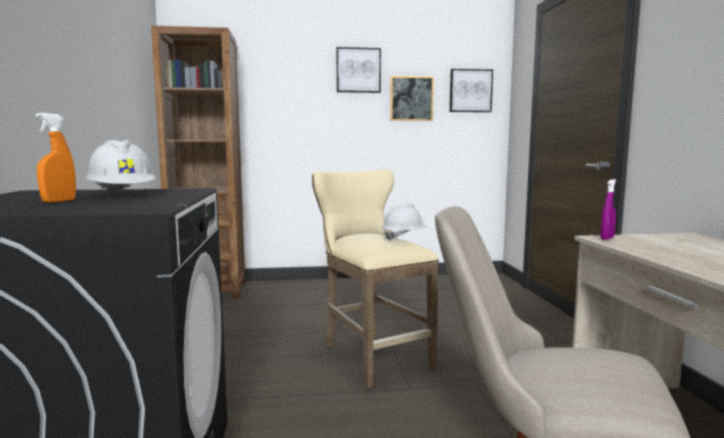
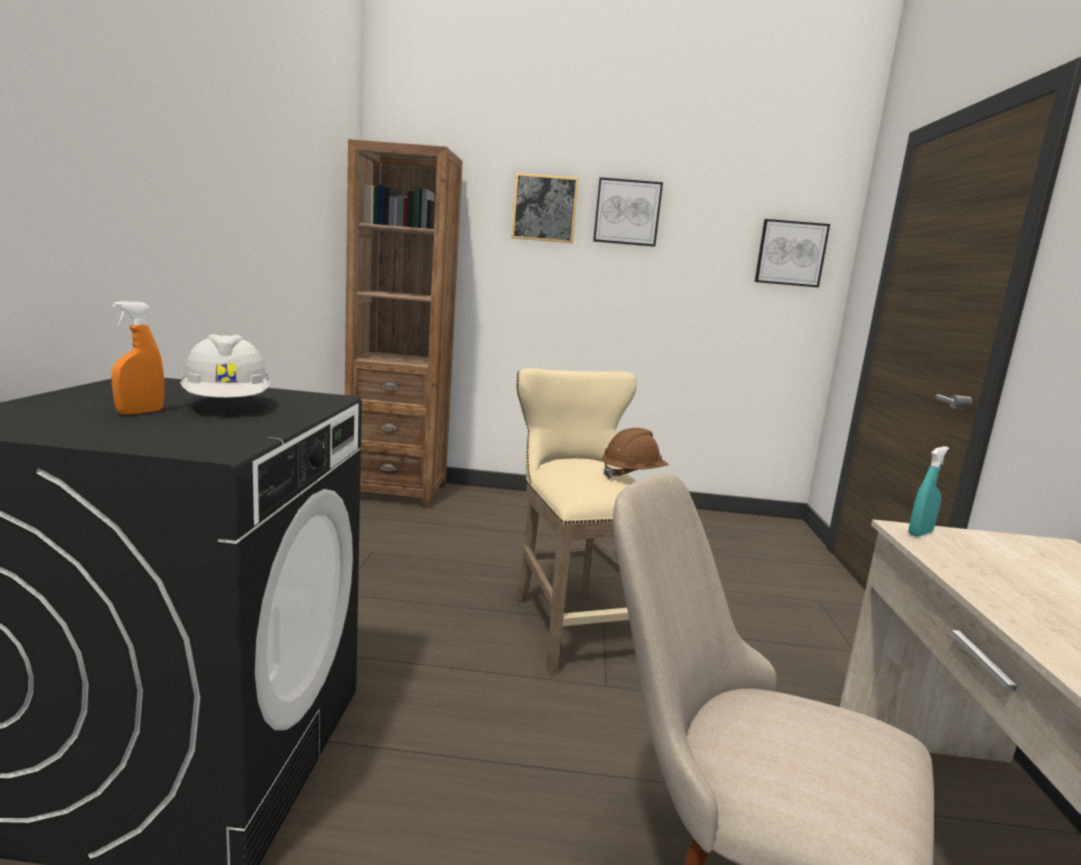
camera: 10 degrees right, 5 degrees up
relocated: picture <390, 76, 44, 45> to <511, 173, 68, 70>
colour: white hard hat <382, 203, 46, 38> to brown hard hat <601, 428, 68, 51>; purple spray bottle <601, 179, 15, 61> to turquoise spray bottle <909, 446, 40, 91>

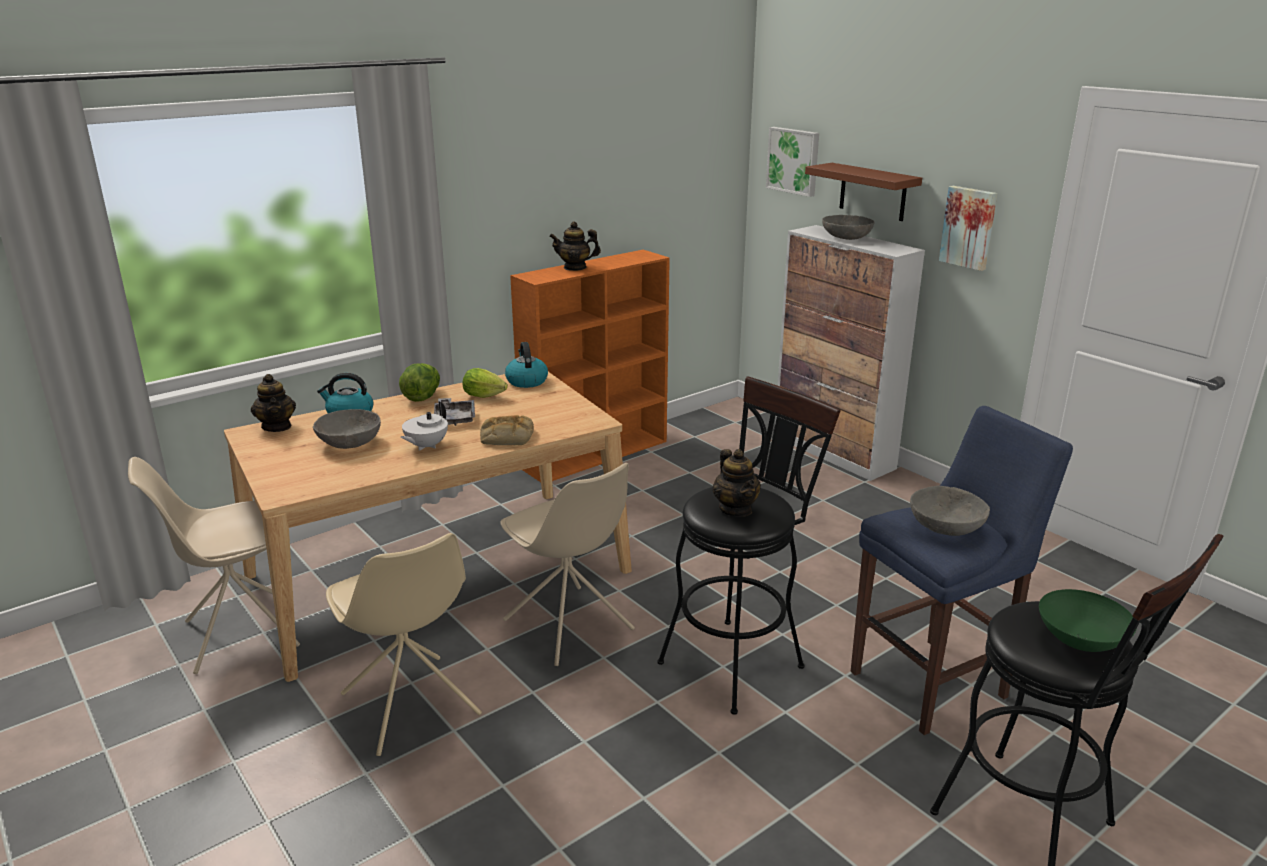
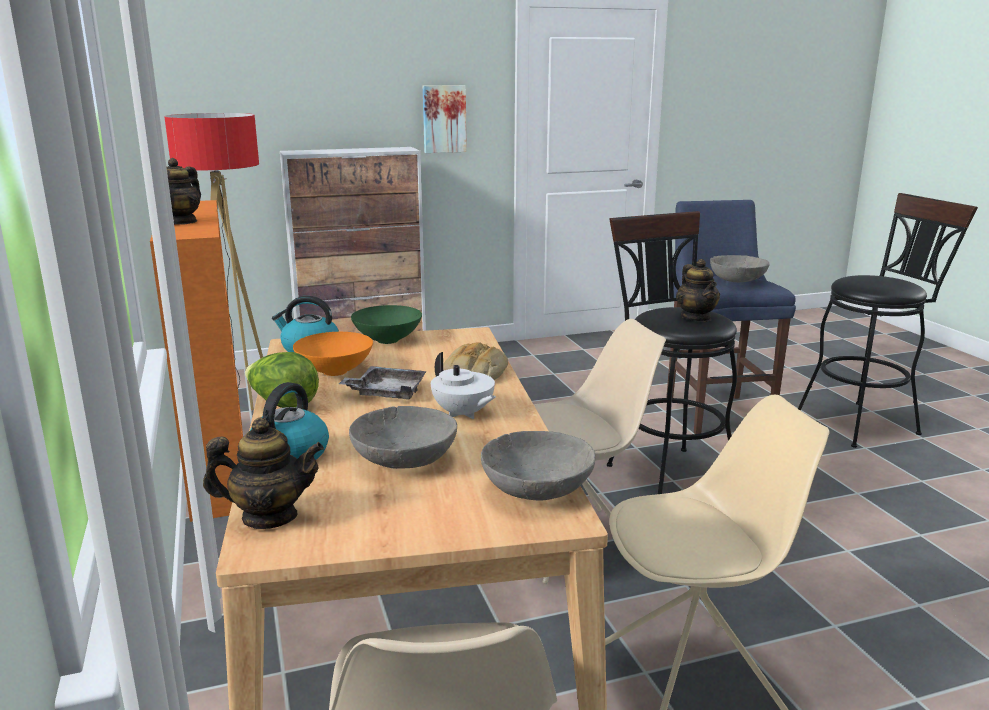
camera: 70 degrees left, 5 degrees down
missing: picture <766, 127, 53, 70>; brown shelf <805, 163, 117, 58>
appeared: floor lamp <164, 113, 99, 298>
relocated: grey bowl <822, 215, 52, 25> to <481, 431, 114, 70>; green bowl <1039, 589, 98, 63> to <351, 305, 71, 39>
exchanged: lettuce <463, 368, 45, 30> to orange bowl <293, 332, 80, 44>
spun: teapot <712, 449, 49, 68> = <676, 259, 44, 63> 75 degrees clockwise

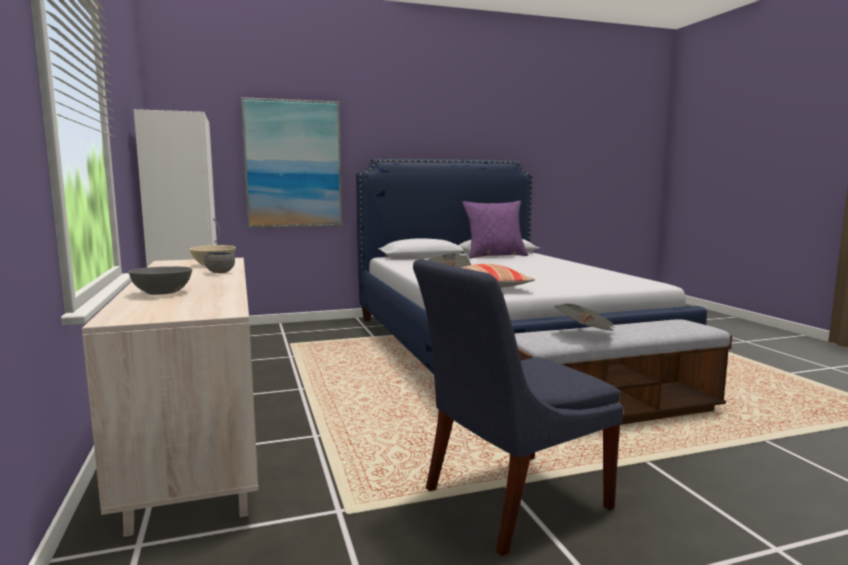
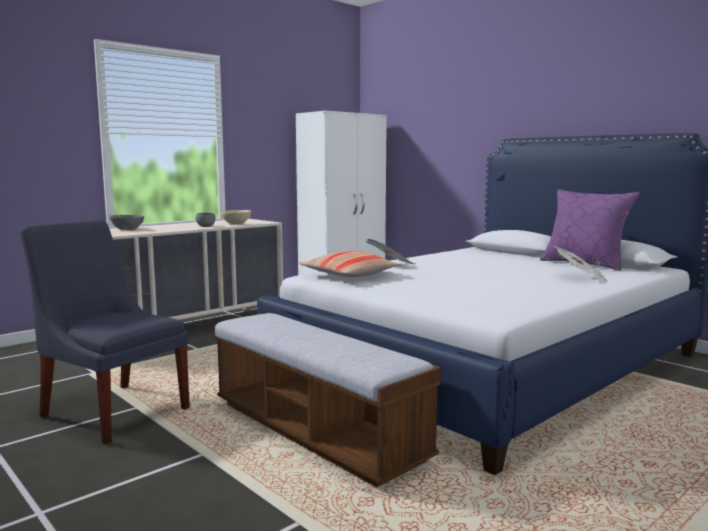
camera: 65 degrees right, 0 degrees up
missing: picture <241, 97, 101, 131>
relocated: newspaper <554, 304, 61, 27> to <552, 245, 56, 36>

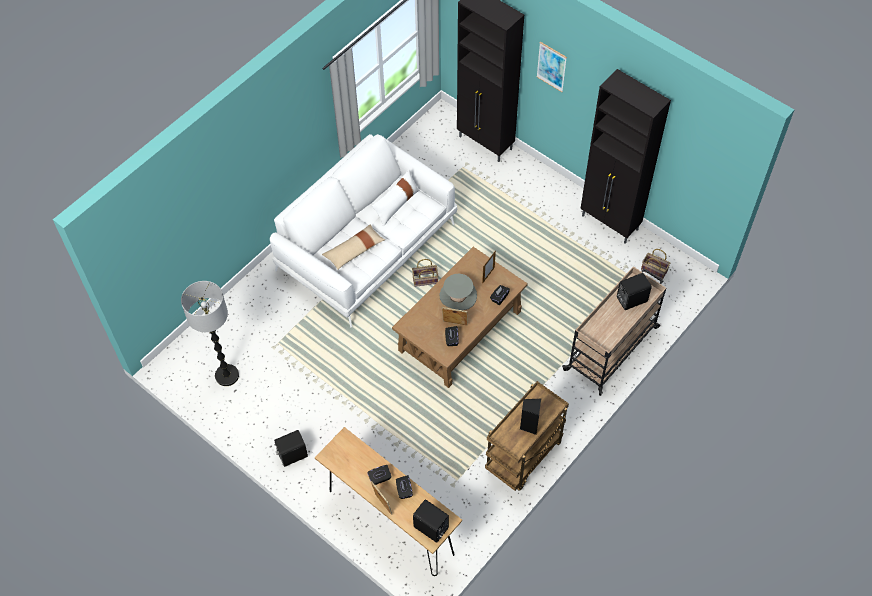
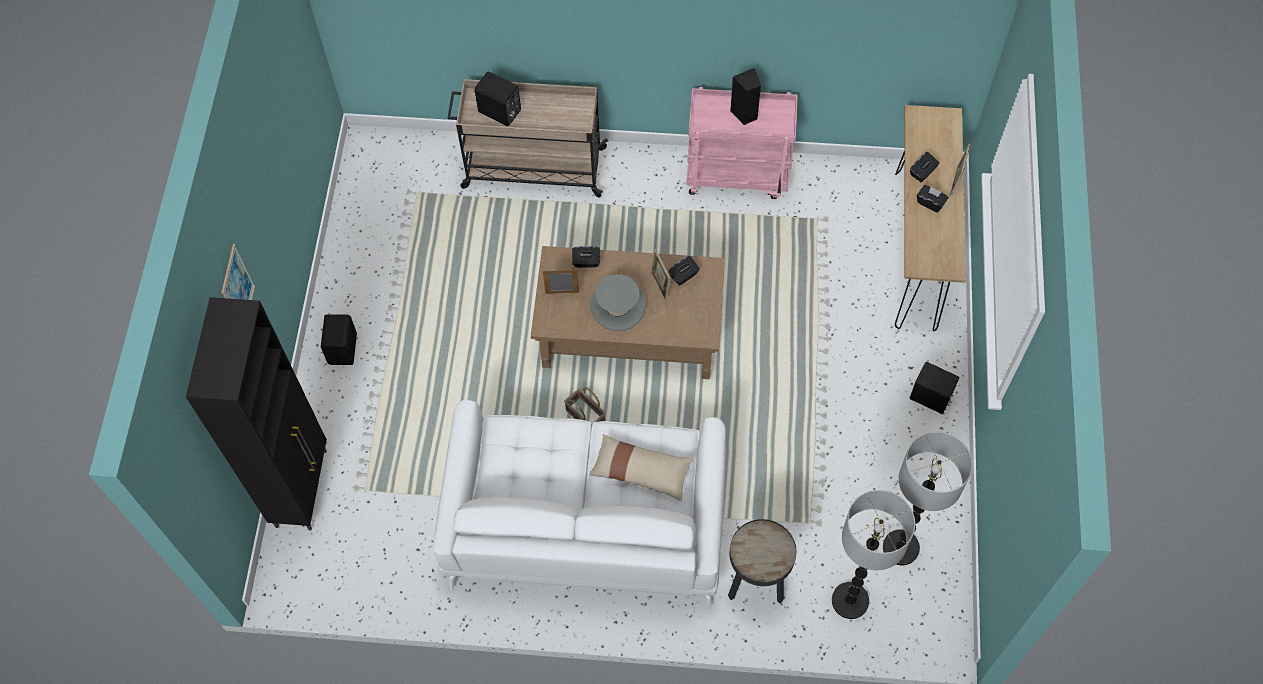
camera: 125 degrees left, 5 degrees up
missing: white pillow <372, 169, 47, 58>; black cabinet <580, 69, 91, 175>; basket <641, 249, 29, 31>
appeared: black side table <728, 519, 68, 85>; floor lamp <832, 490, 83, 129>
relocated: black speaker <413, 500, 36, 43> to <321, 314, 36, 51>
colour: brown cart <485, 381, 84, 110> to pink cart <687, 87, 111, 112>

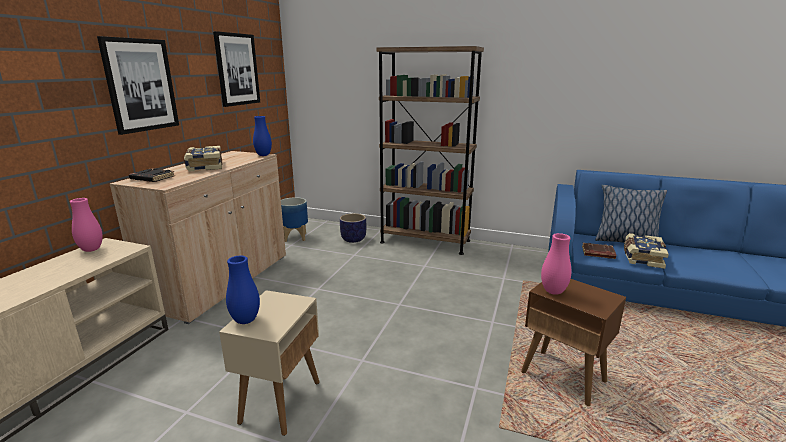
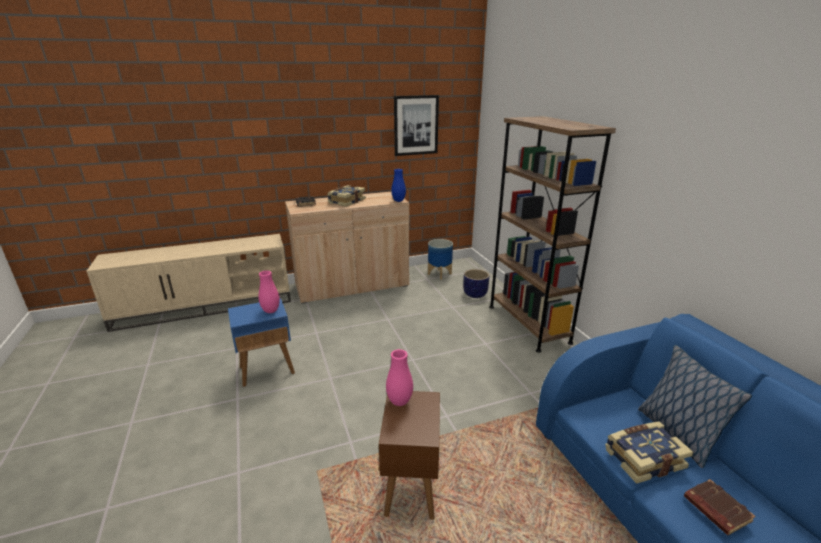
camera: 50 degrees right, 5 degrees up
missing: picture <97, 36, 82, 99>; blue vase <226, 256, 34, 68>
relocated: pink vase <70, 198, 33, 54> to <259, 271, 21, 42>; brown book <582, 243, 34, 16> to <684, 479, 72, 56>
colour: beige side table <219, 290, 101, 146> to blue side table <228, 298, 67, 89>

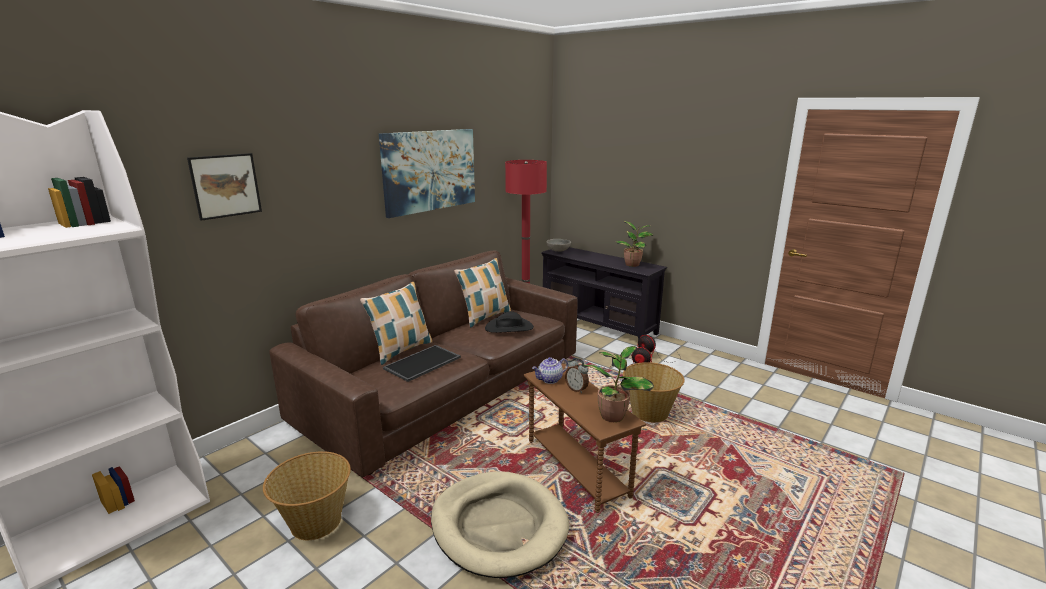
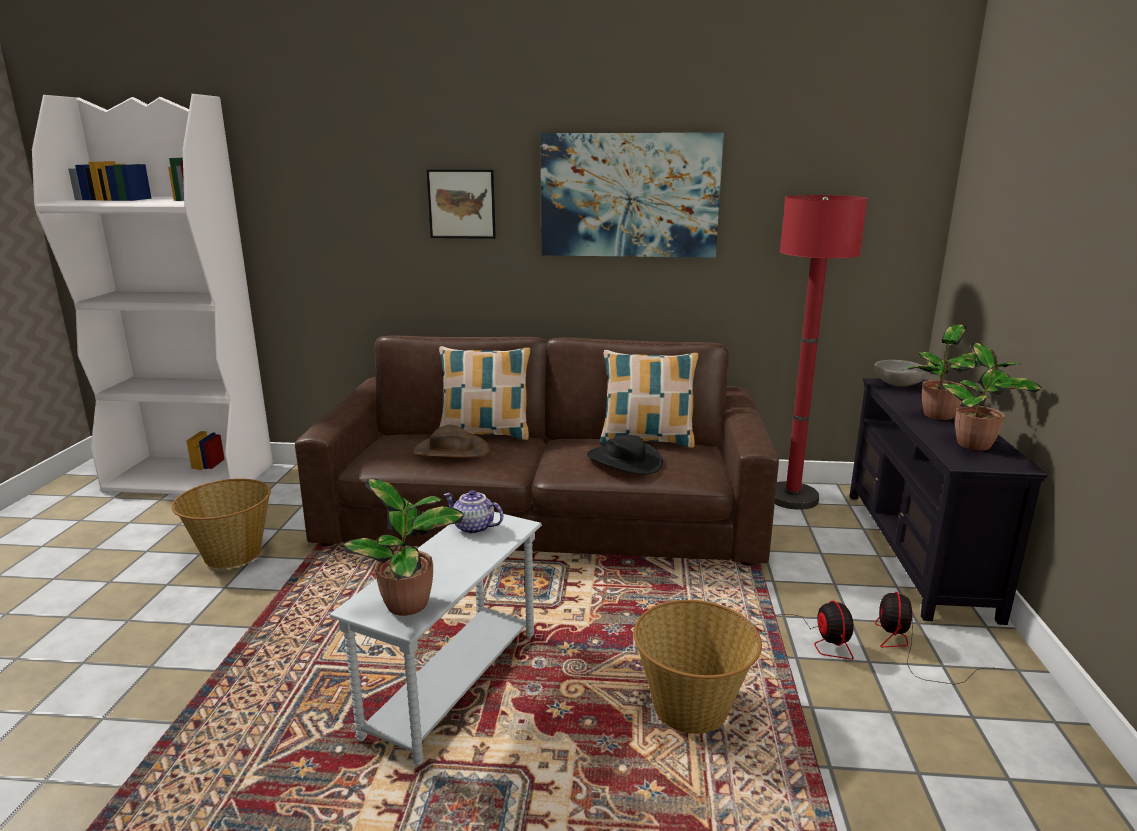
camera: 55 degrees right, 0 degrees up
missing: beige dog bed <431, 471, 138, 107>; alarm clock <565, 358, 24, 35>
appeared: potted plant <902, 324, 79, 96>
relocated: picture <187, 153, 75, 68> to <426, 169, 70, 70>
exchanged: tray <383, 345, 78, 37> to brown hat <412, 425, 79, 33>
colour: brown side table <523, 363, 123, 150> to white side table <329, 512, 213, 253>

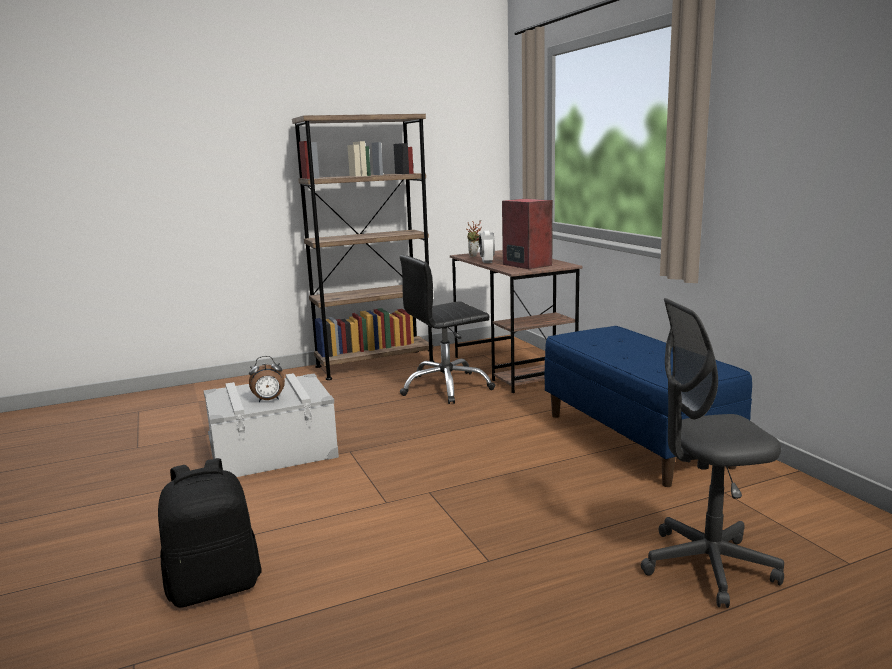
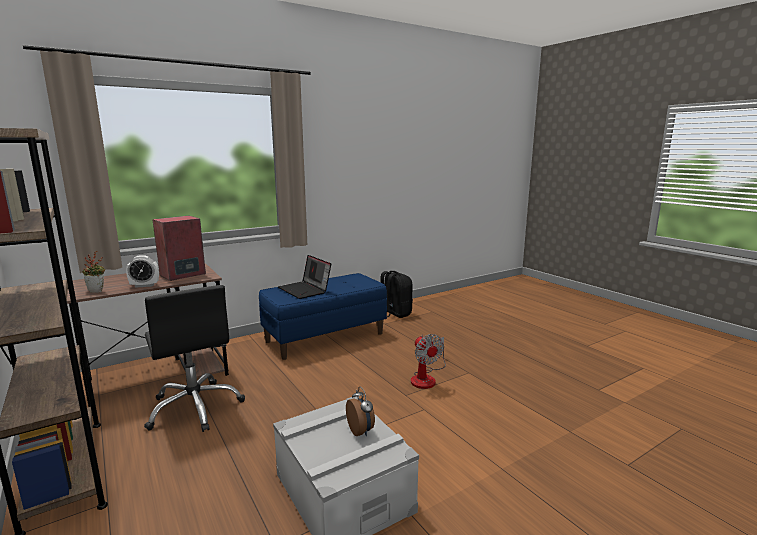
camera: 100 degrees left, 0 degrees up
missing: grey office chair <641, 298, 143, 310>
appeared: laptop <278, 255, 53, 44>; fan <411, 334, 35, 55>
relocated: black backpack <158, 458, 104, 150> to <380, 271, 33, 47>

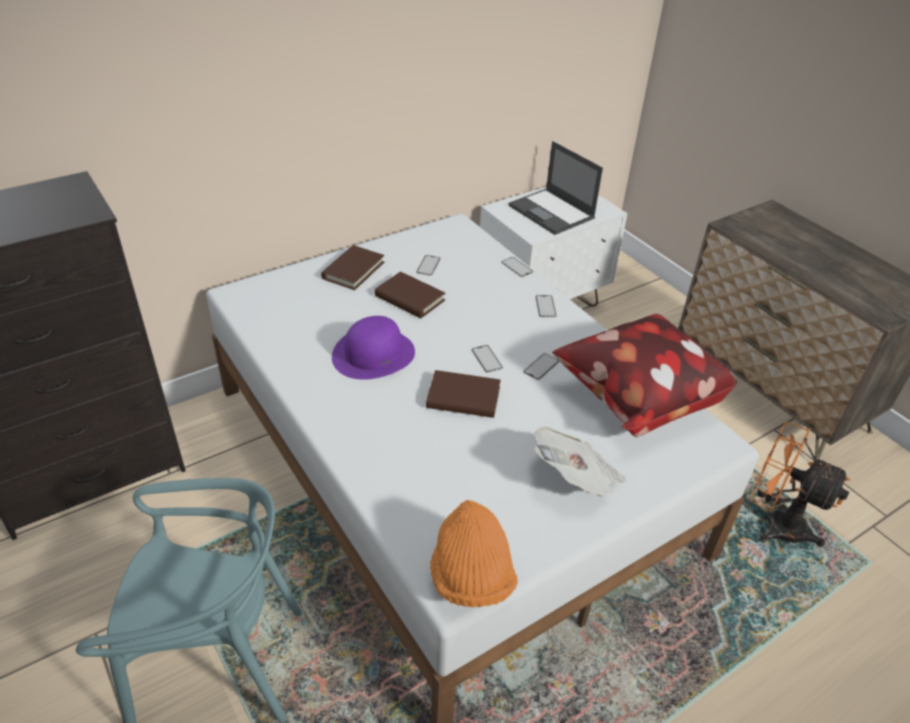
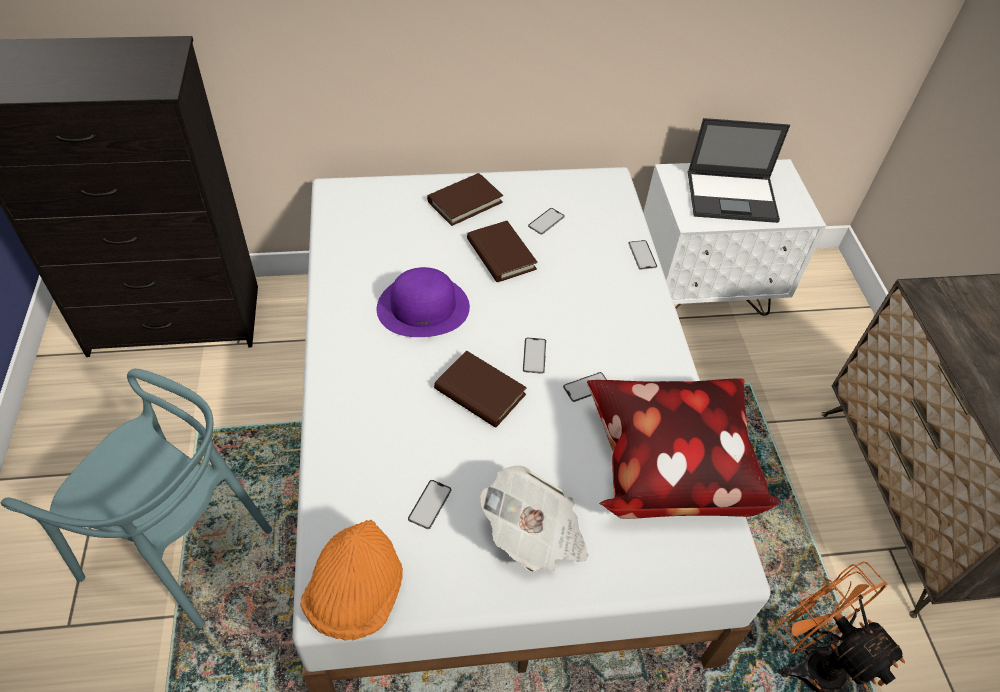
camera: 25 degrees right, 10 degrees up
relocated: phone <535, 295, 22, 22> to <408, 480, 44, 49>
spun: laptop <509, 141, 94, 94> = <688, 118, 102, 105> 75 degrees counterclockwise

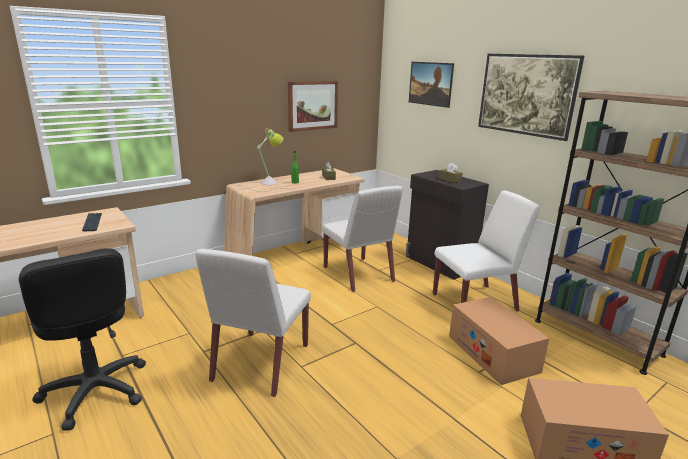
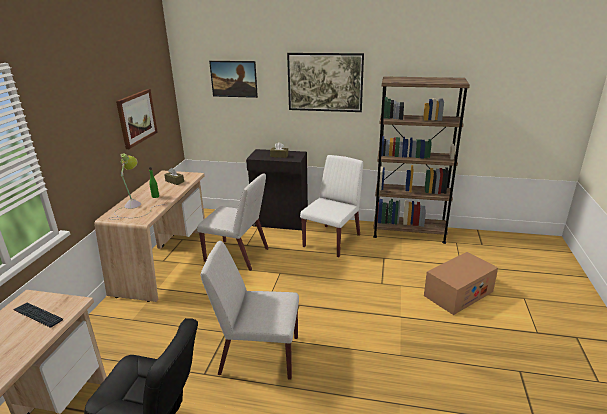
camera: 40 degrees left, 5 degrees up
missing: cardboard box <449, 297, 100, 88>
spun: white chair <196, 249, 115, 148> = <201, 241, 98, 139> 120 degrees clockwise

